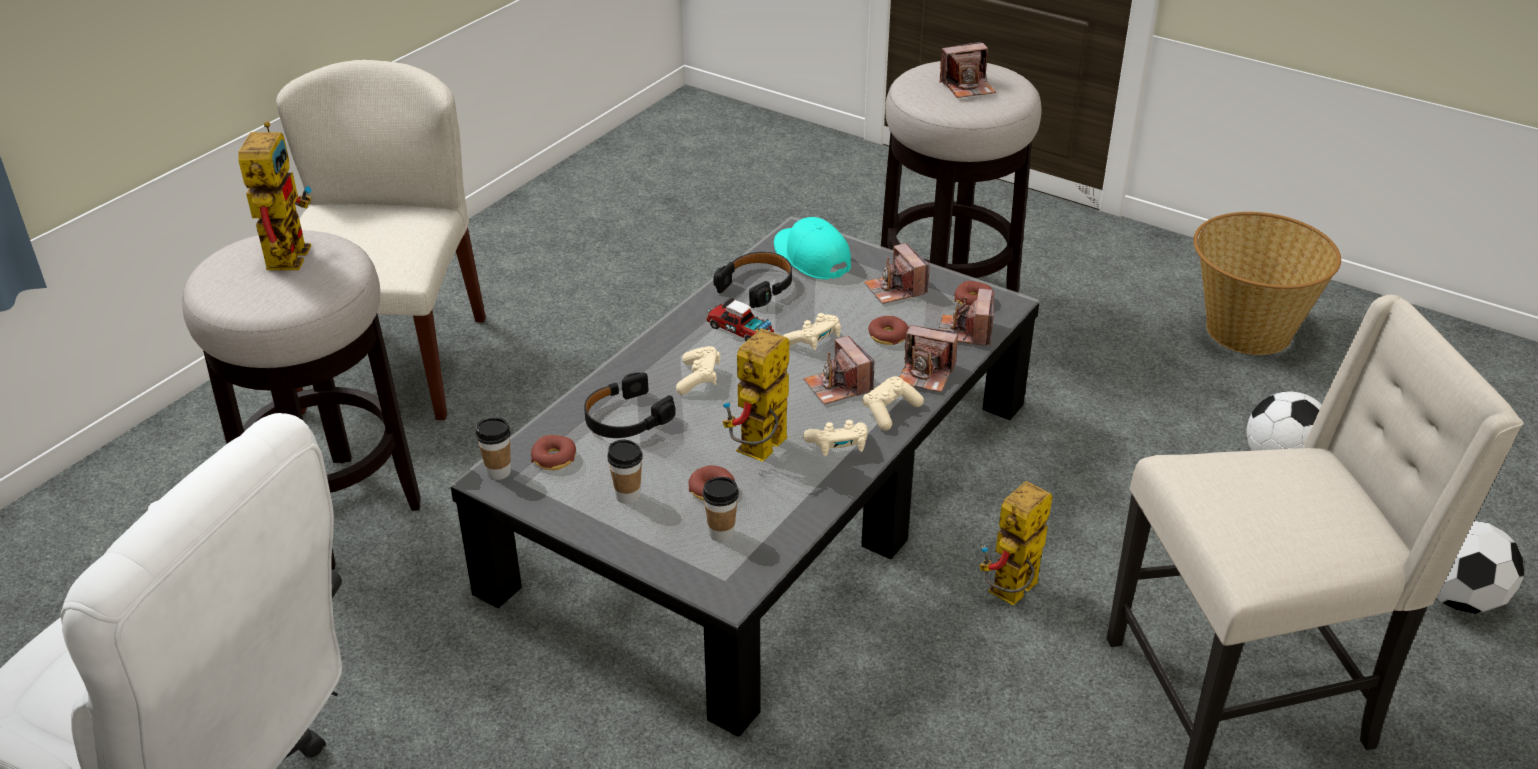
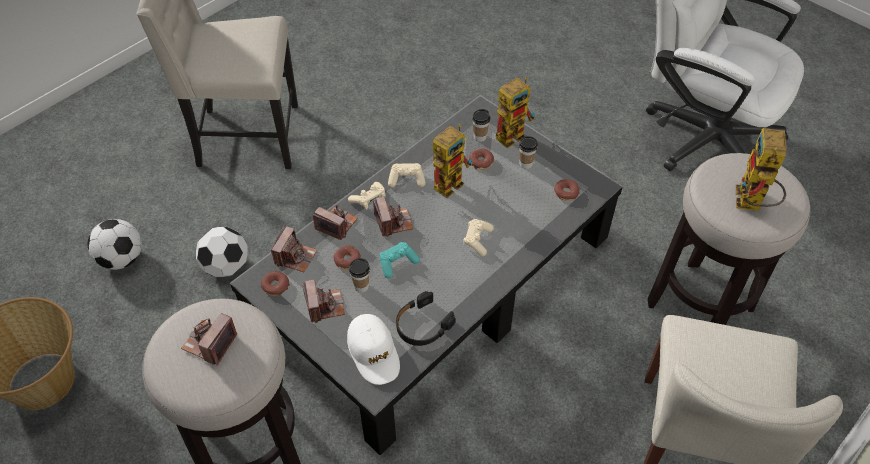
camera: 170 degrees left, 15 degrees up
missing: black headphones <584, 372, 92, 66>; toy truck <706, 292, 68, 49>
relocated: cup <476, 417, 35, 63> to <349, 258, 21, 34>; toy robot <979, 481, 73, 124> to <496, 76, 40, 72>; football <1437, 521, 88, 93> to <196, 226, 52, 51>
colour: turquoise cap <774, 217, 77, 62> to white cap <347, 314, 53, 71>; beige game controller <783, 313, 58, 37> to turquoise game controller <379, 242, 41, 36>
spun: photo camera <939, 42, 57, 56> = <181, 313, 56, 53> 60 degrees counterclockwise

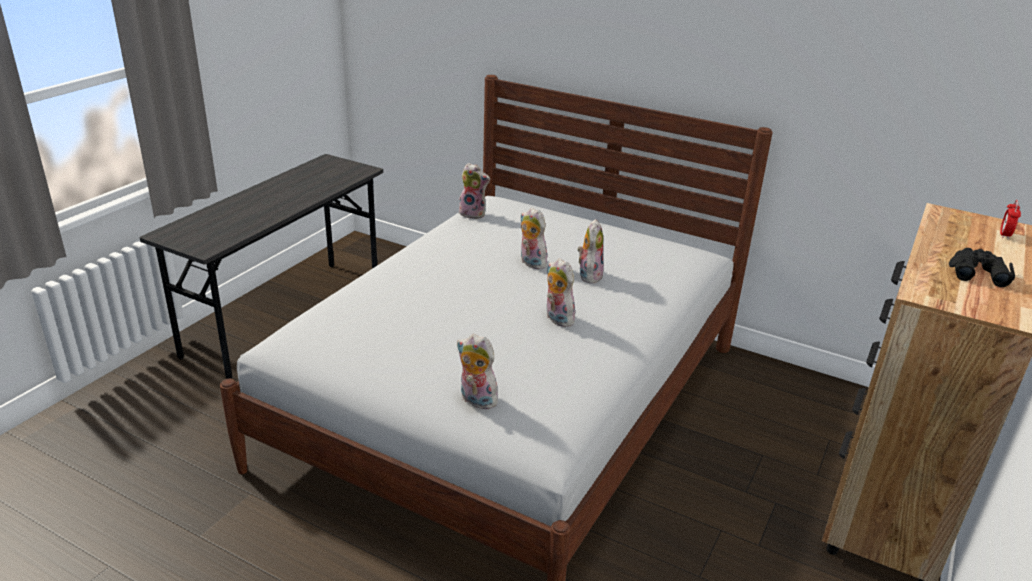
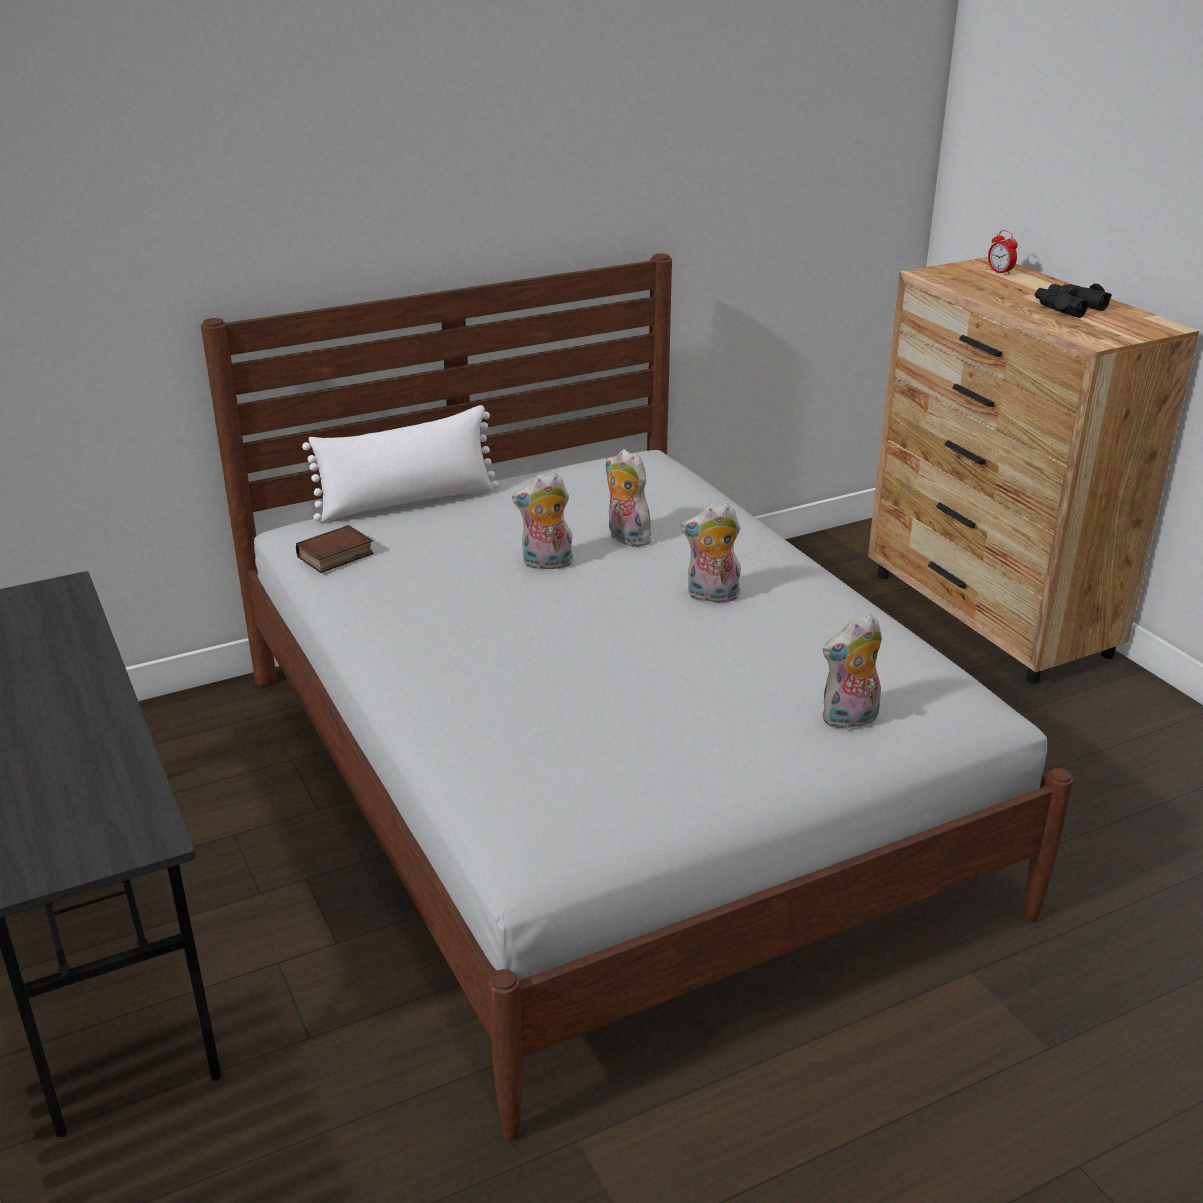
camera: 55 degrees left, 0 degrees up
appeared: white pillow <302, 405, 197, 117>
exchanged: plush toy <457, 163, 33, 56> to book <296, 525, 78, 48>

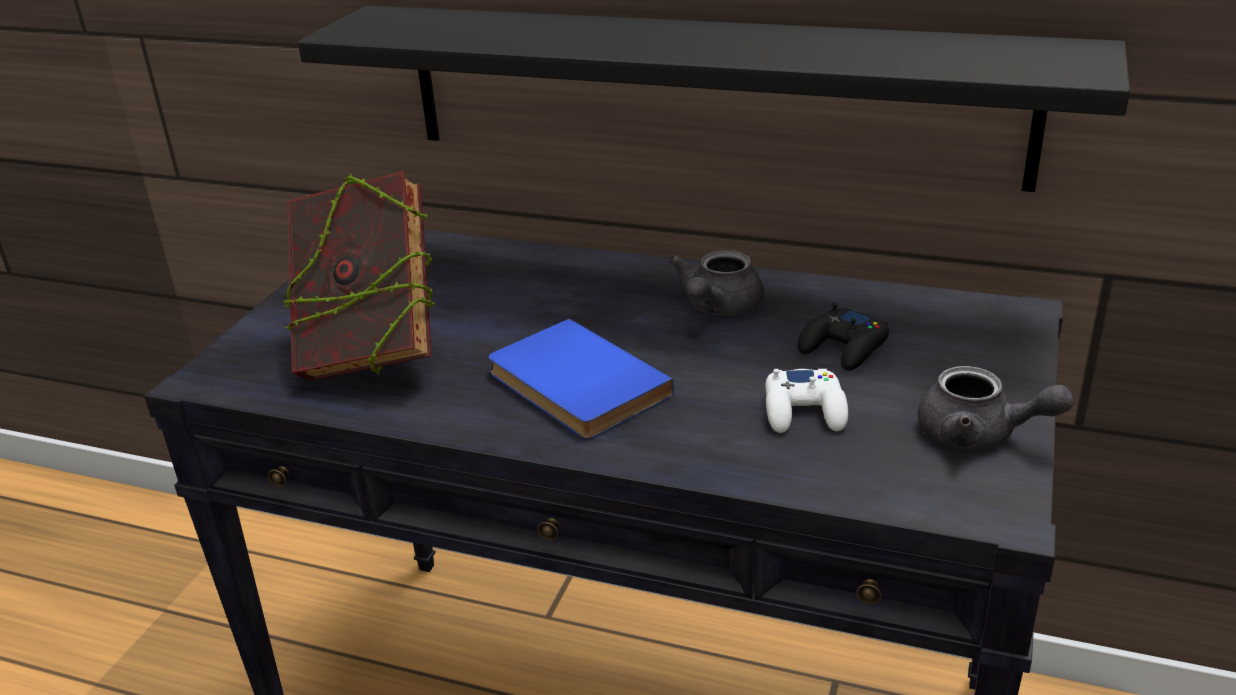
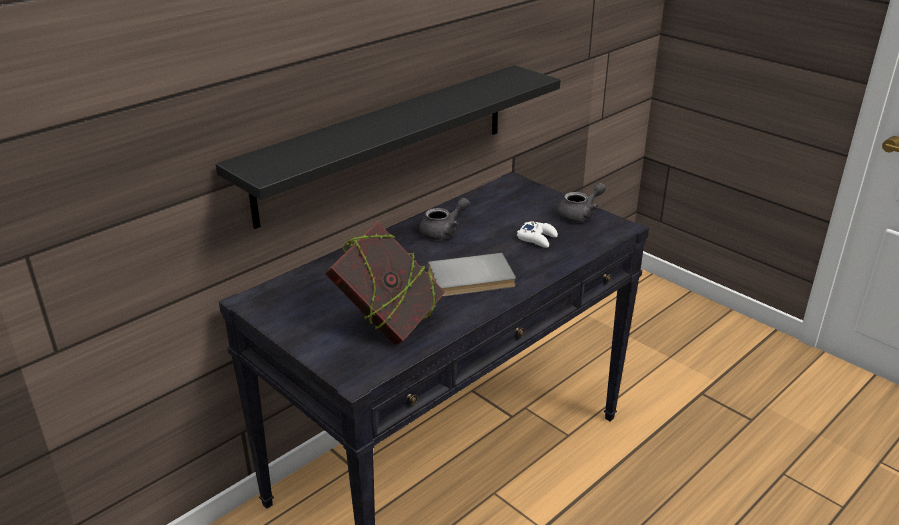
camera: 65 degrees left, 0 degrees up
missing: black game controller <798, 303, 91, 68>
colour: blue book <488, 319, 186, 120> to grey book <428, 253, 88, 44>
spun: grey teapot <669, 250, 95, 66> = <419, 198, 51, 42> 90 degrees counterclockwise

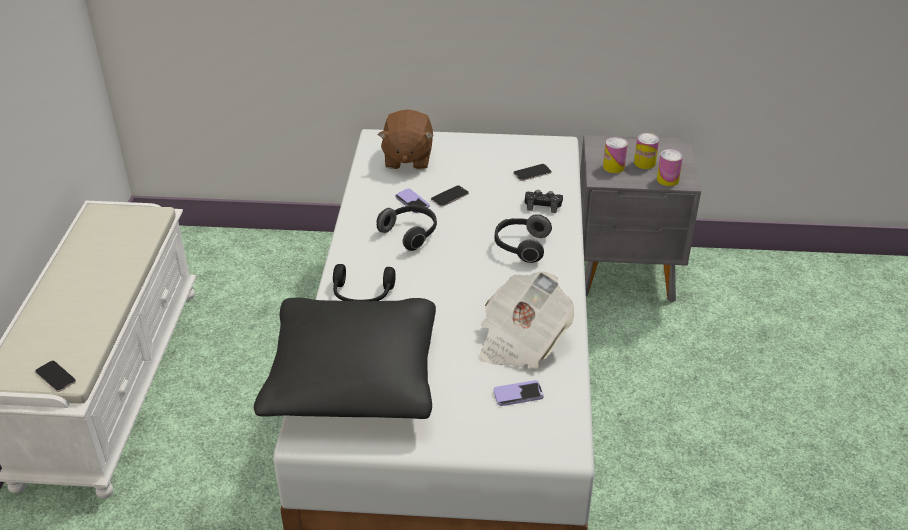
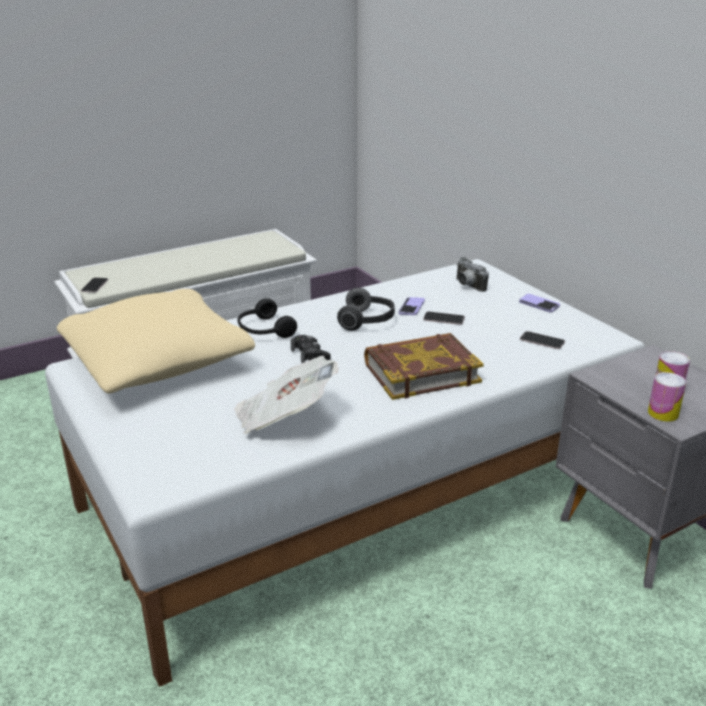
camera: 55 degrees right, 10 degrees down
missing: can <603, 137, 25, 36>
relocated: phone <494, 380, 50, 26> to <519, 294, 41, 18>; black game controller <525, 190, 38, 23> to <291, 335, 40, 28>
exchanged: brown plush toy <378, 109, 56, 61> to photo camera <456, 257, 33, 35>; headphones <494, 214, 58, 49> to book <364, 333, 120, 67>
colour: black pillow <254, 298, 182, 121> to beige pillow <57, 289, 198, 105>

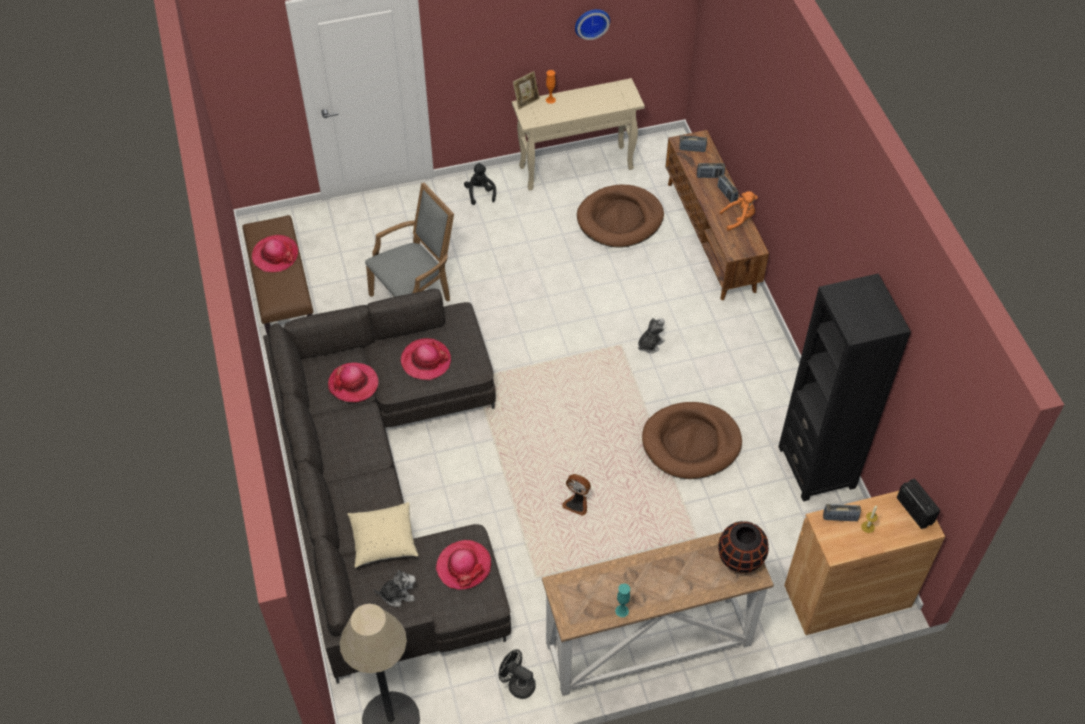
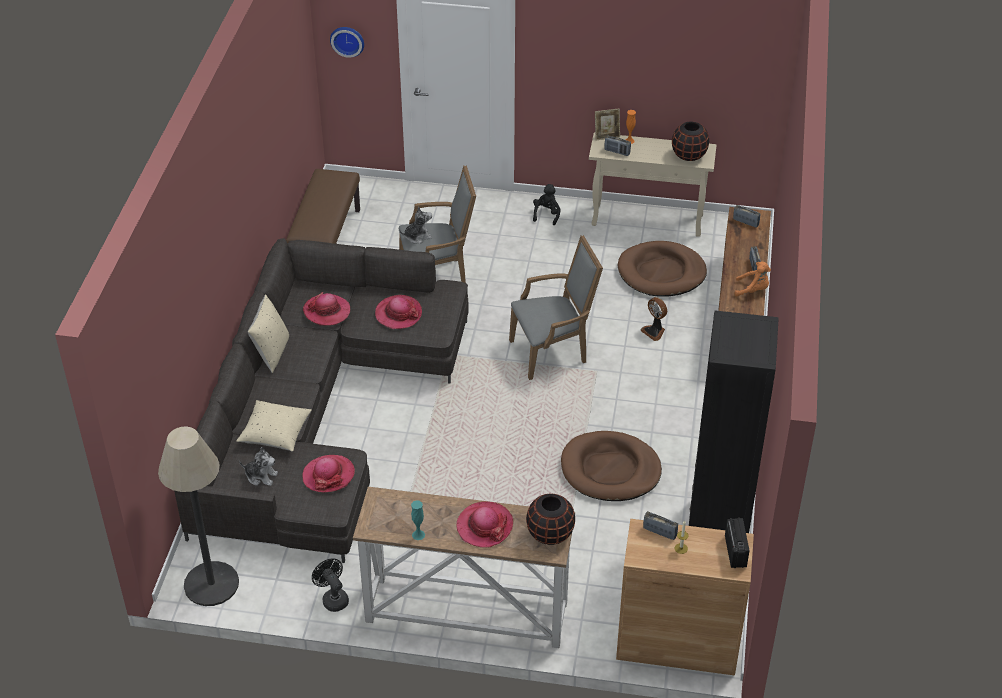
camera: 25 degrees right, 10 degrees down
appeared: beige pillow <248, 294, 41, 79>; grey armchair <509, 235, 94, 145>; black vase <672, 122, 37, 39>
relocated: hat <252, 235, 46, 37> to <456, 501, 57, 46>; fan <562, 474, 29, 42> to <640, 297, 27, 44>; wall clock <575, 9, 35, 31> to <330, 27, 34, 31>; plush toy <638, 318, 27, 36> to <399, 207, 33, 37>; radio <697, 163, 28, 15> to <604, 135, 27, 21>

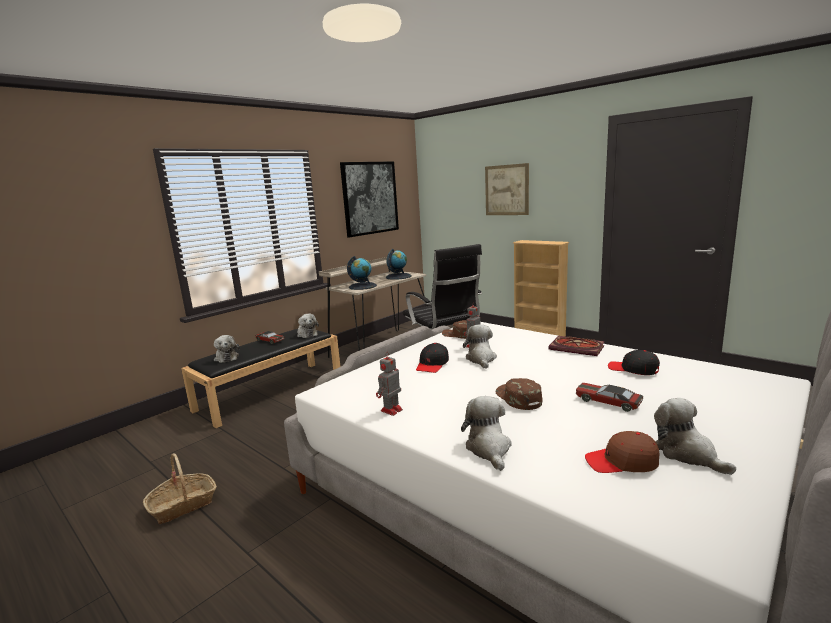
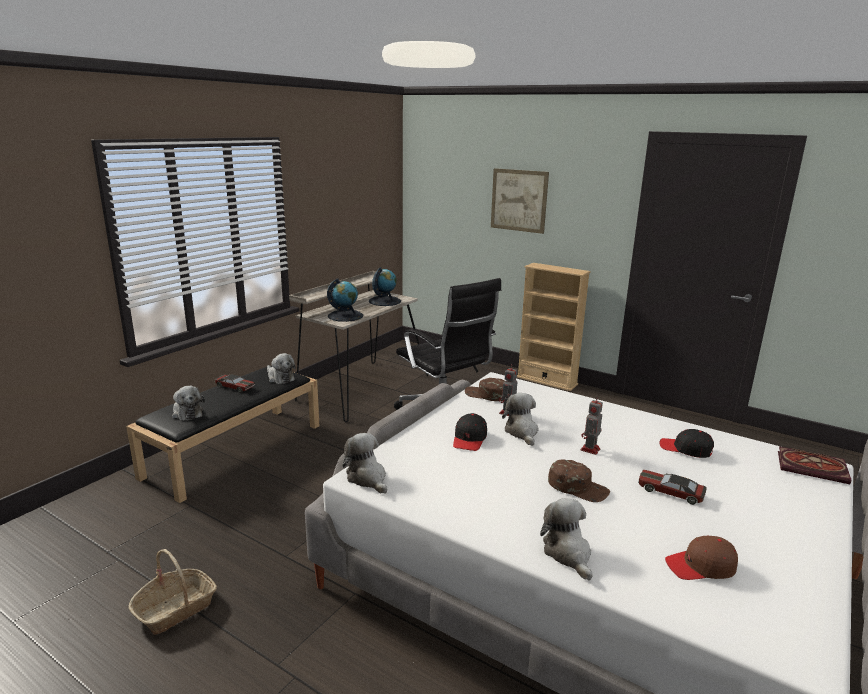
camera: 10 degrees left, 5 degrees up
missing: picture <340, 161, 59, 77>
relocated: toy robot <376, 352, 27, 64> to <581, 396, 22, 59>; book <549, 336, 56, 20> to <778, 446, 73, 38>; plush toy <654, 398, 82, 77> to <343, 433, 44, 61>
spun: brown cap <496, 378, 46, 32> = <548, 459, 62, 43> 150 degrees clockwise

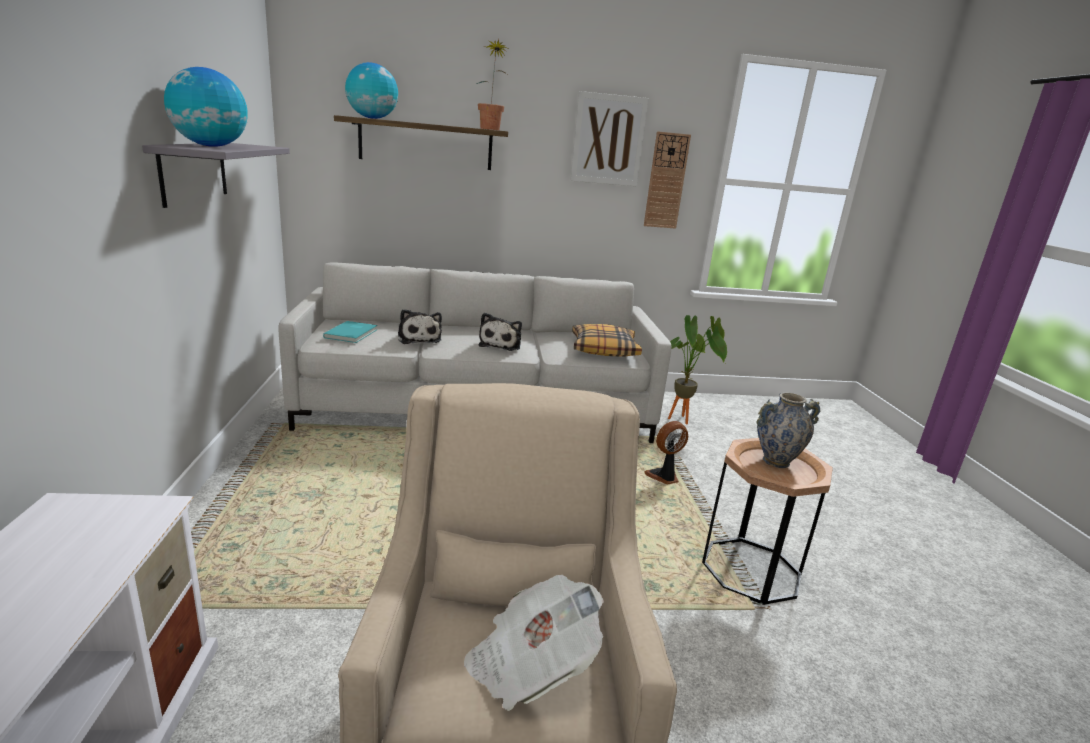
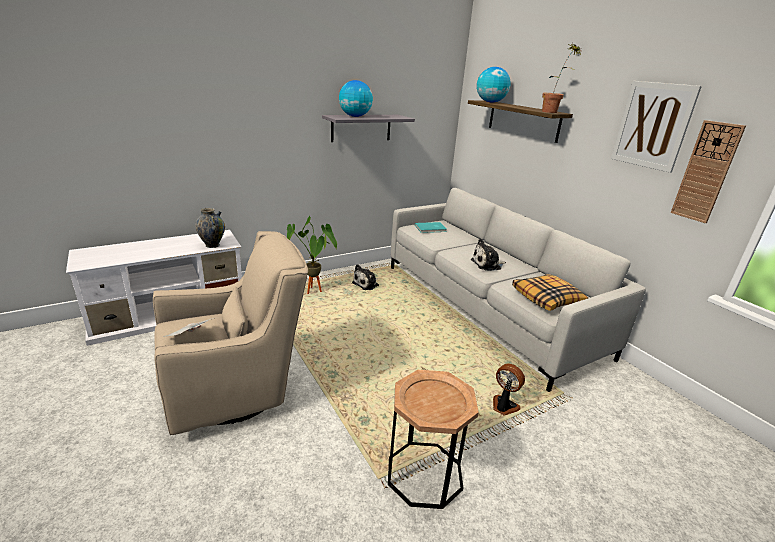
camera: 65 degrees right, 5 degrees up
relocated: plush toy <398, 309, 44, 35> to <352, 264, 27, 26>; potted plant <668, 315, 59, 109> to <287, 216, 50, 78>; vase <756, 393, 65, 75> to <195, 208, 30, 40>

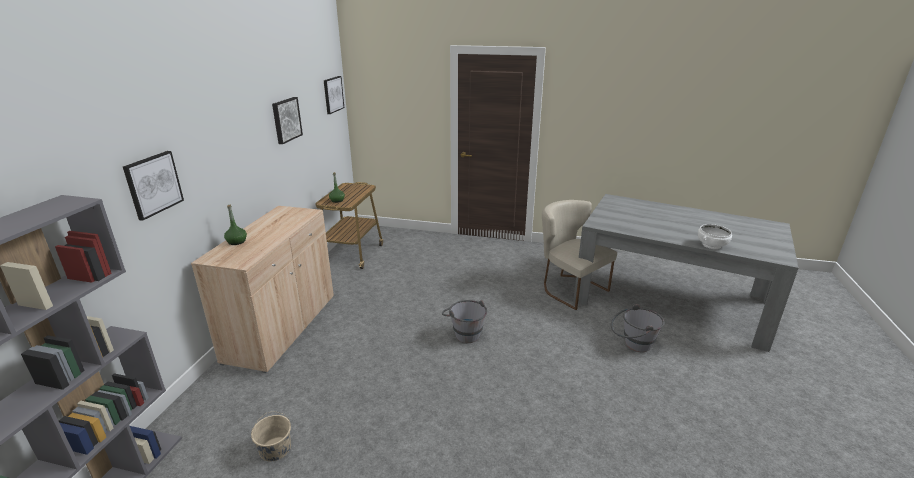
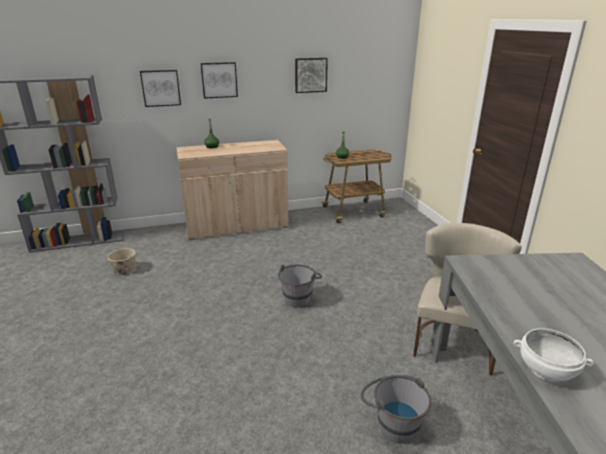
camera: 60 degrees right, 0 degrees up
relocated: picture <324, 76, 20, 38> to <201, 62, 37, 37>

